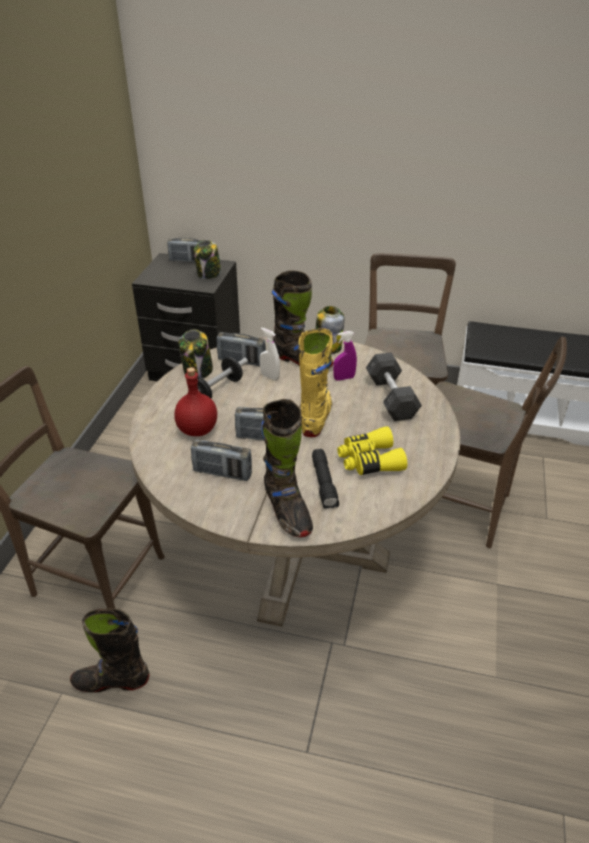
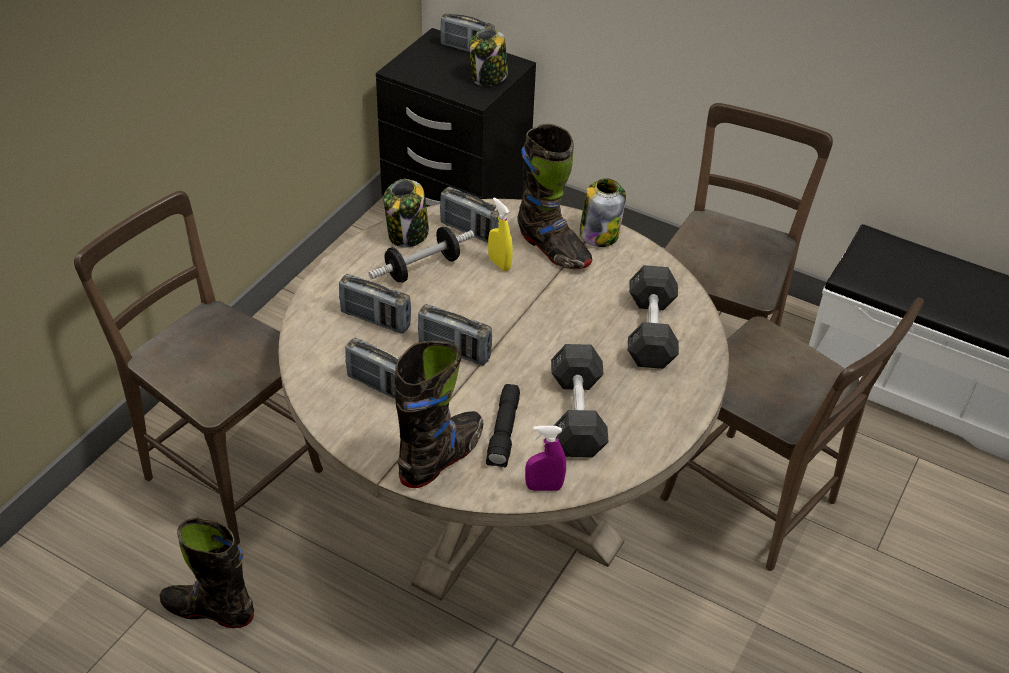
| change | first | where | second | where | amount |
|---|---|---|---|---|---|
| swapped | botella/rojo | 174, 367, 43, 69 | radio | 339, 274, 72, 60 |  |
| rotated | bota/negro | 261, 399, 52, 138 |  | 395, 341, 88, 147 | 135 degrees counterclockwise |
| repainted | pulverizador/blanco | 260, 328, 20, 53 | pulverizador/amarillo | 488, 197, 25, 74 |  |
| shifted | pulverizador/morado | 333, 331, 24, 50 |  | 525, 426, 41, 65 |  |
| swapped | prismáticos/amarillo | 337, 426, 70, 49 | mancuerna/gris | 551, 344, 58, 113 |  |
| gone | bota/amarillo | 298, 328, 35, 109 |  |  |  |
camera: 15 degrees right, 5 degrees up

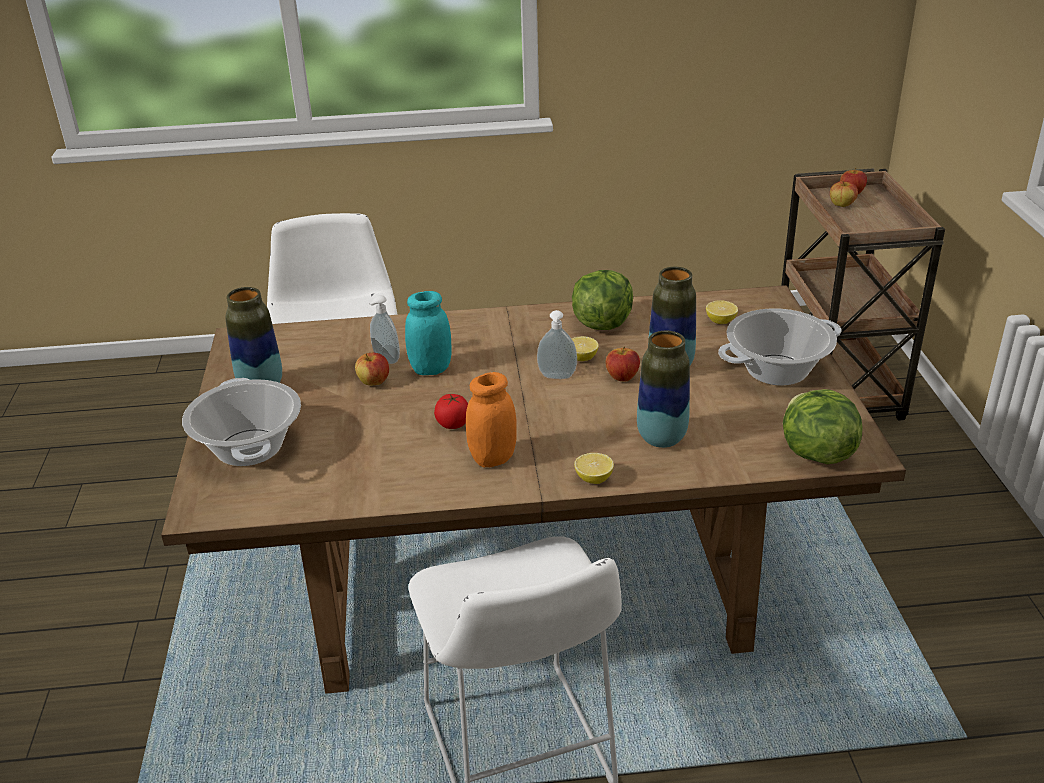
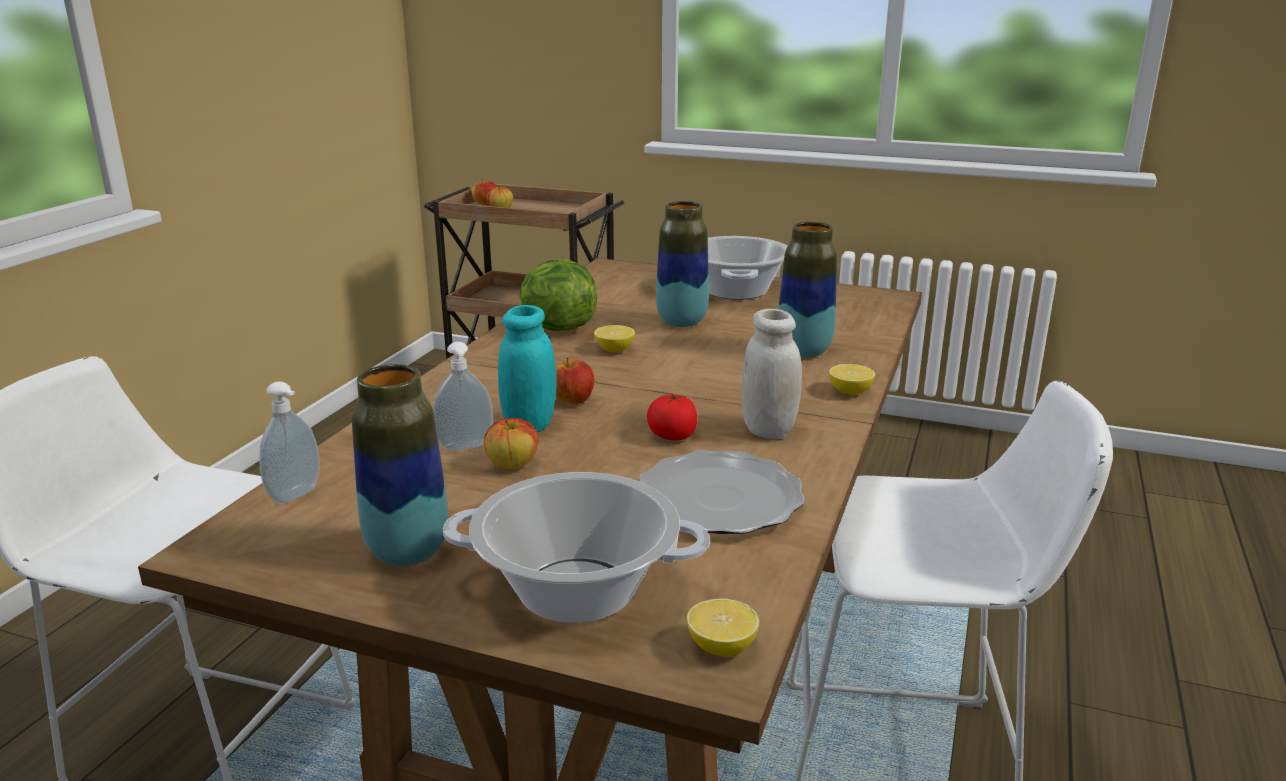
| change | first | where | second | where | amount |
|---|---|---|---|---|---|
| shifted | dispensador de jabón | 537, 310, 40, 69 |  | 259, 382, 61, 122 |  |
| shifted | manzana | 606, 346, 34, 36 |  | 556, 357, 38, 48 |  |
| new |  |  | plato | 639, 450, 166, 84 |  |
| shifted | limón | 706, 300, 32, 24 |  | 687, 598, 72, 59 |  |
| repainted | tarro/naranja | 466, 372, 50, 95 | tarro/blanco | 742, 309, 60, 130 |  |
| gone | lechuga | 783, 389, 79, 75 |  |  |  |
camera: 65 degrees left, 10 degrees down

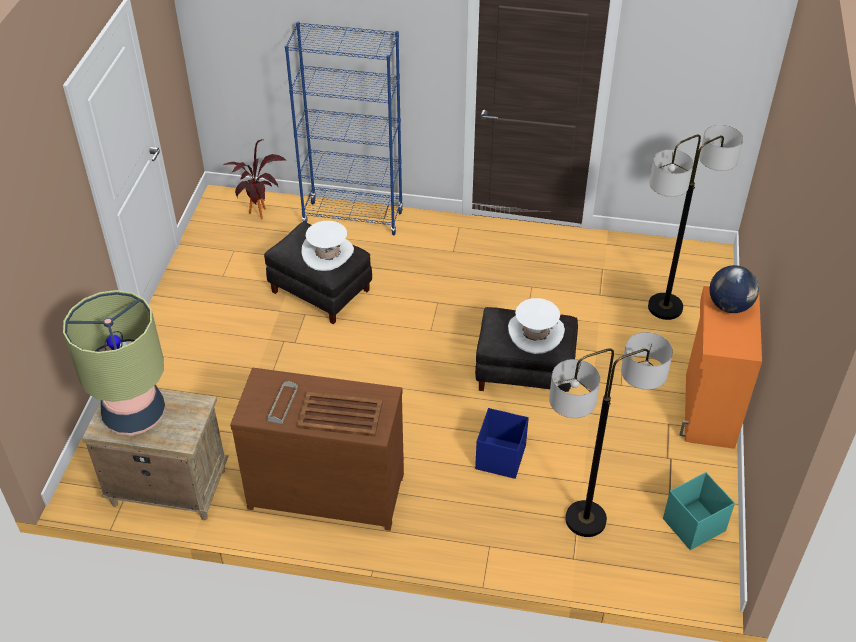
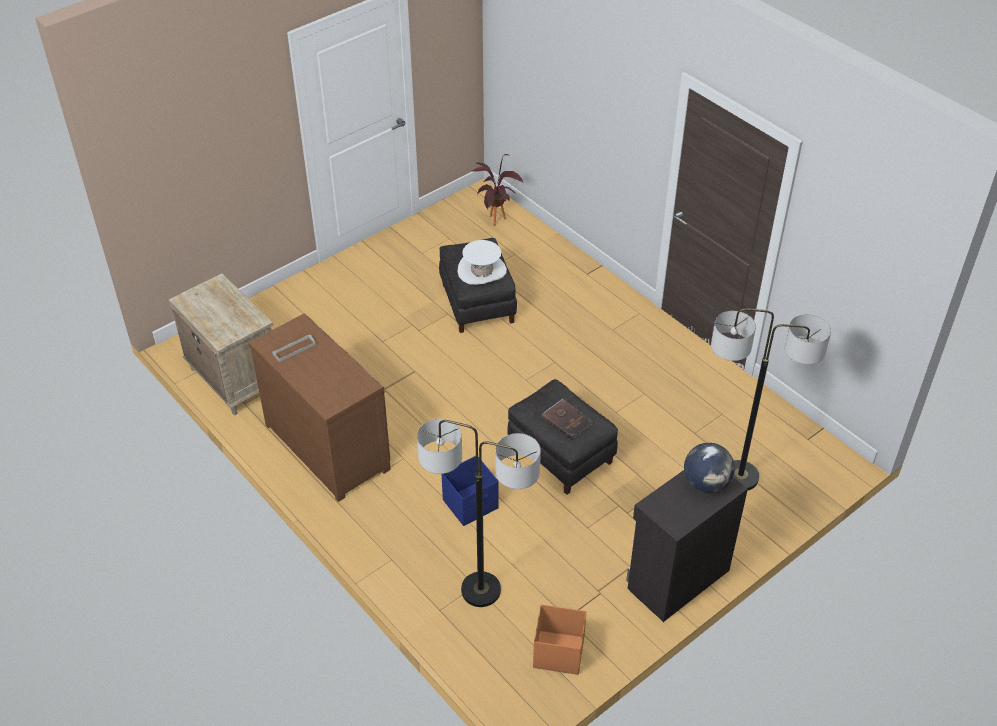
| change | first | where | second | where | amount |
|---|---|---|---|---|---|
| repainted | caja de almacenaje/turquesa | 663, 472, 72, 78 | caja de almacenaje/naranja | 533, 604, 54, 71 |  |
| swapped | sombrero/blanco | 508, 298, 57, 56 | libro/marrón | 542, 399, 51, 41 |  |
| repainted | armario/naranja | 679, 286, 83, 163 | armario/negro | 626, 470, 122, 152 |  |
| gone | lámpara de mesa | 63, 290, 102, 145 |  |  |  |
| gone | estantería/azul | 285, 21, 118, 214 |  |  |  |
| gone | bandeja/marrón | 297, 392, 86, 45 |  |  |  |
camera: 40 degrees right, 0 degrees up

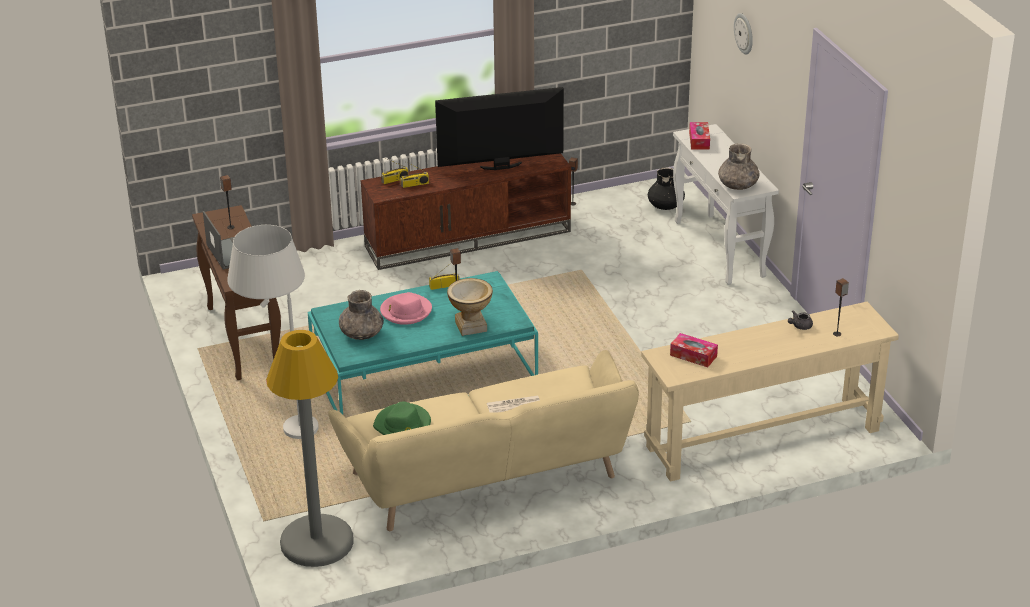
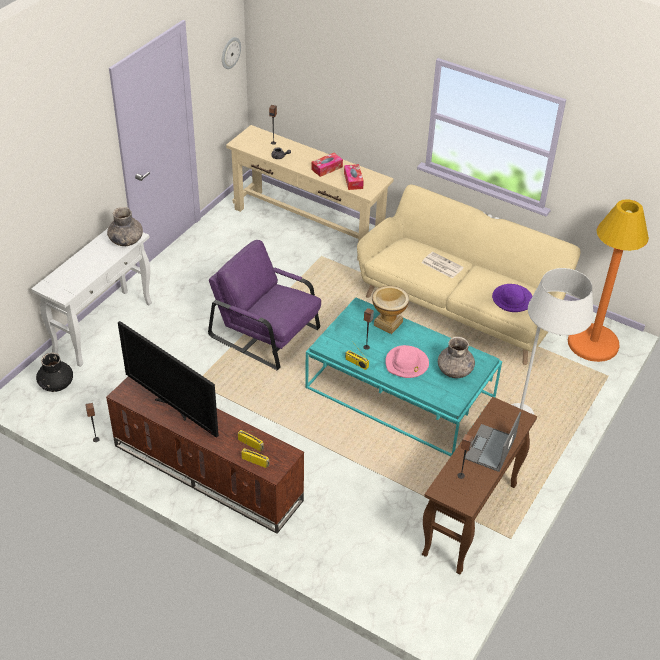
| change | first | where | second | where | amount |
|---|---|---|---|---|---|
| new |  |  | sillón/morado | 208, 240, 113, 130 |  |
| shifted | reloj de pared | 734, 13, 19, 41 |  | 222, 37, 19, 32 |  |
| shifted | caja de pañuelos | 689, 122, 21, 28 |  | 311, 153, 32, 24 |  |
| repainted | sombrero/verde | 373, 402, 58, 33 | sombrero/morado | 492, 284, 40, 28 |  |
| repainted | lámpara de pie/gris | 266, 330, 88, 237 | lámpara de pie/naranja | 568, 199, 81, 163 |  |
camera: 130 degrees left, 10 degrees up

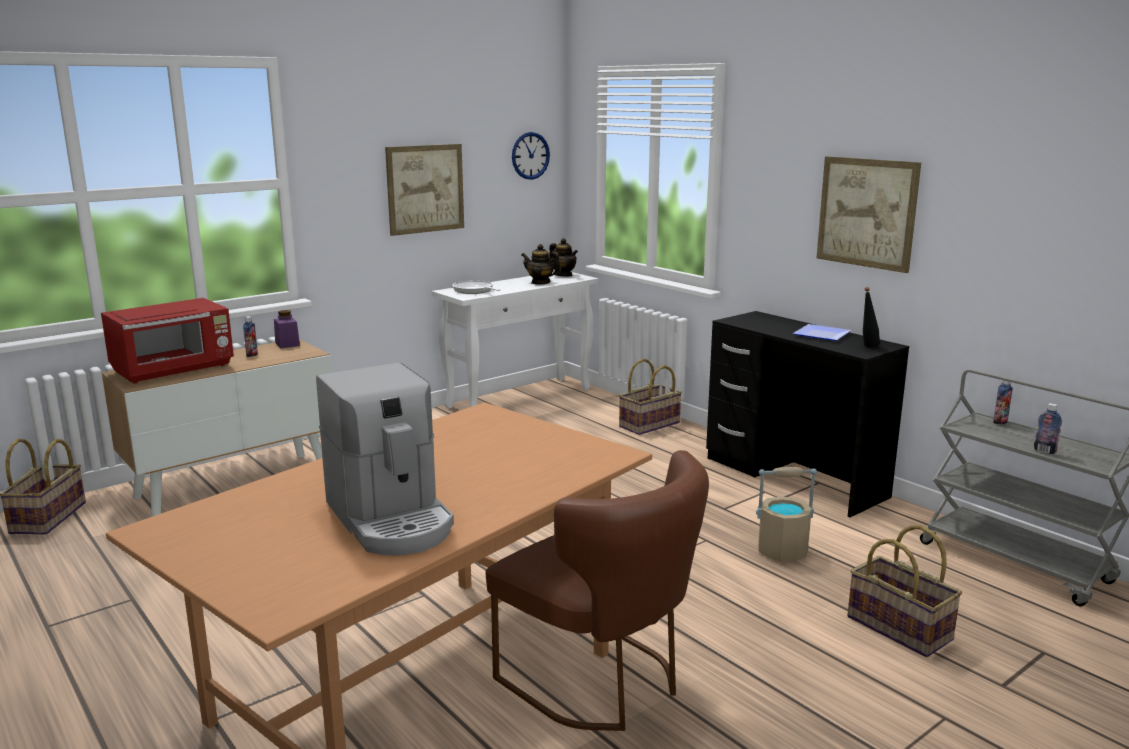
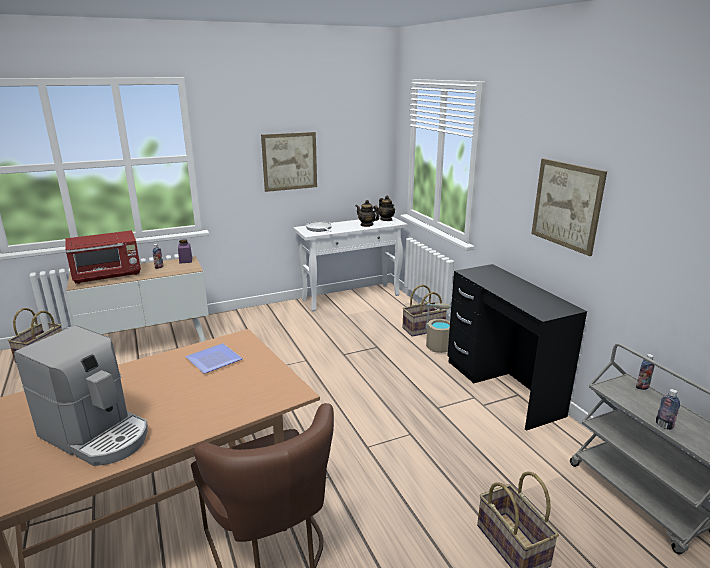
| change | first | where | second | where | amount |
|---|---|---|---|---|---|
| rotated | cafetera | 316, 363, 138, 193 |  | 14, 325, 134, 141 | 45 degrees counterclockwise |
| shifted | plato | 793, 324, 59, 17 |  | 185, 343, 58, 31 |  |
| shifted | cubo/beis | 756, 467, 61, 95 |  | 426, 303, 25, 50 |  |
| gone | reloj de pared | 512, 132, 38, 48 |  |  |  |
| gone | botella/negro | 863, 287, 17, 60 |  |  |  |
camera: 15 degrees right, 5 degrees up

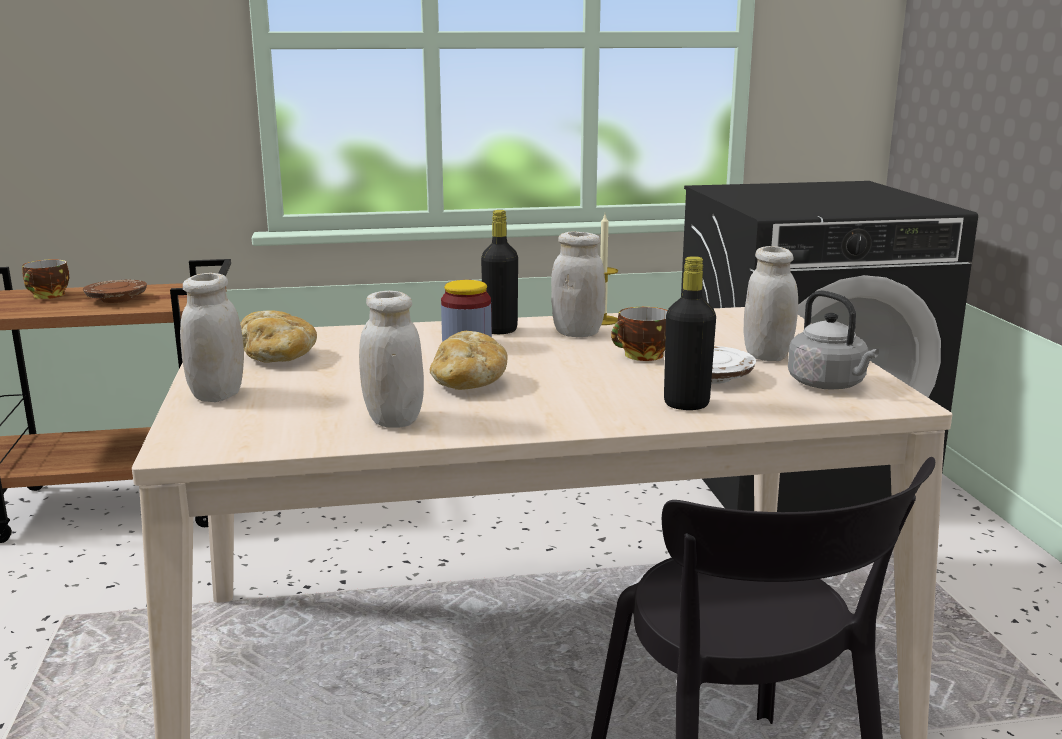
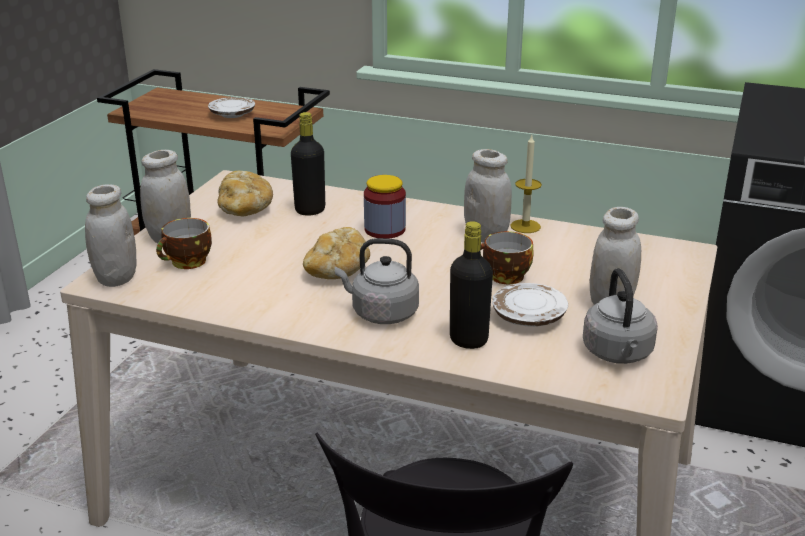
| change | first | where | second | where | amount |
|---|---|---|---|---|---|
| shifted | tarro/blanco | 359, 291, 65, 137 |  | 85, 184, 51, 103 |  |
| shifted | taza | 22, 259, 47, 40 |  | 156, 218, 56, 51 |  |
| repainted | plato/marrón | 83, 280, 64, 23 | plato/blanco | 208, 97, 47, 21 |  |
| shifted | botella/negro | 481, 210, 37, 124 |  | 291, 112, 34, 104 |  |
| new |  |  | hervidor/gris | 335, 238, 84, 86 |  |
camera: 30 degrees right, 10 degrees up

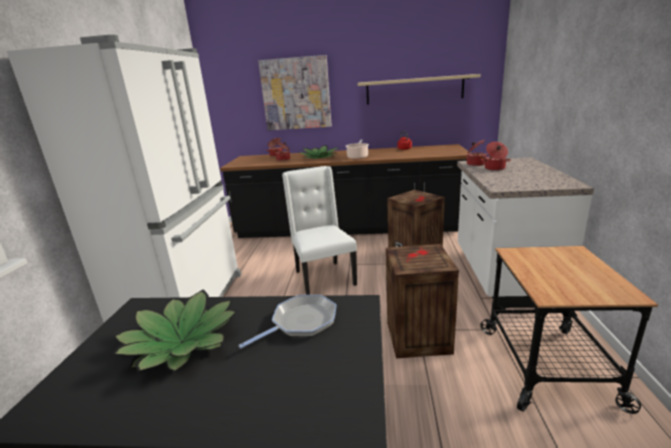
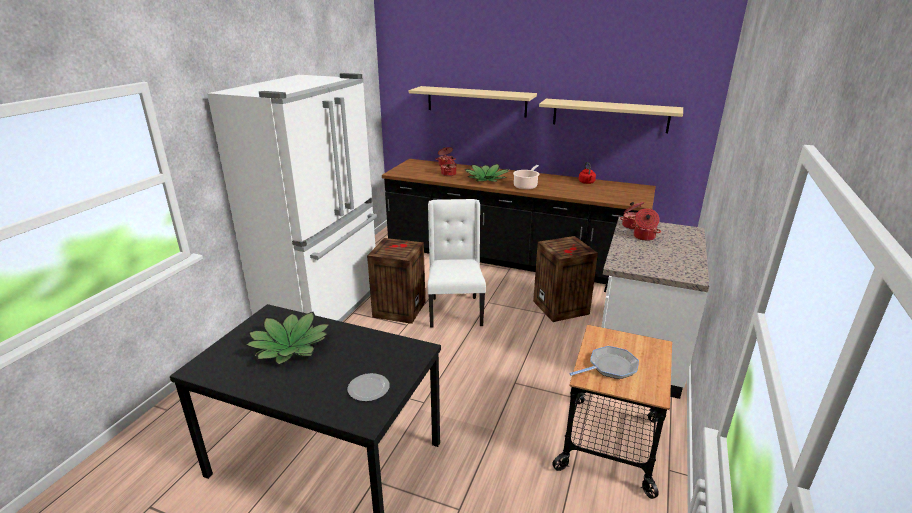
| change | first | where | second | where | amount |
|---|---|---|---|---|---|
| new |  |  | plato | 347, 373, 43, 28 |  |
| shifted | caja de embalaje | 386, 244, 73, 114 |  | 367, 238, 58, 86 |  |
| swapped | cuadro | 258, 55, 74, 76 | estante/beis | 409, 86, 128, 32 |  |
| shifted | sartén | 239, 295, 98, 53 |  | 569, 346, 70, 33 |  |
camera: 15 degrees right, 5 degrees up

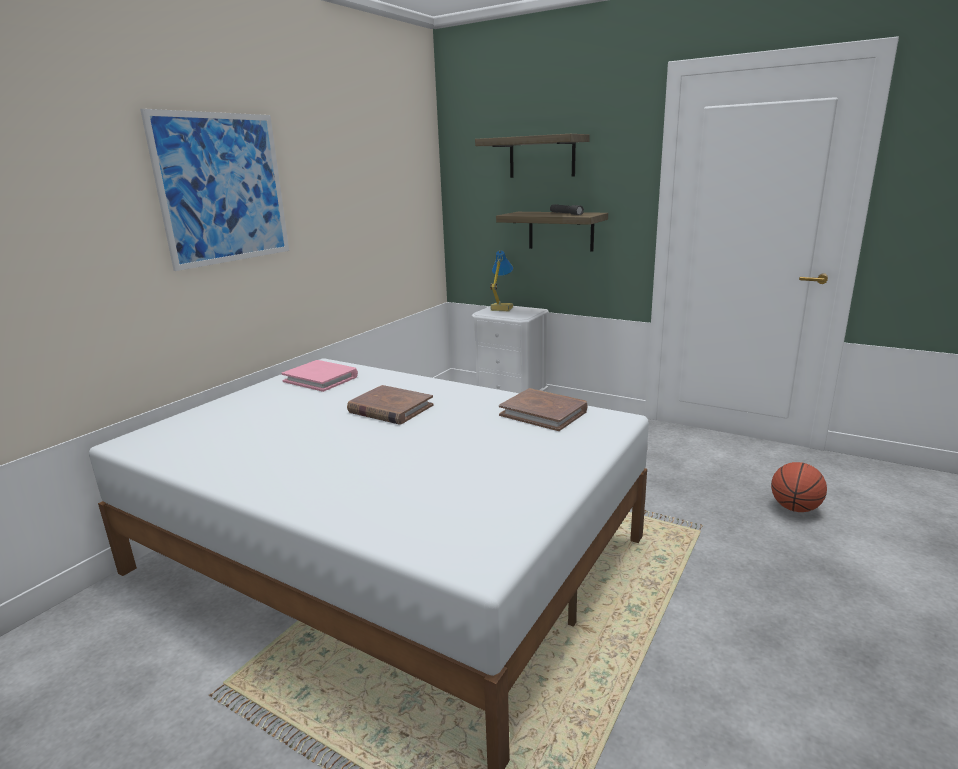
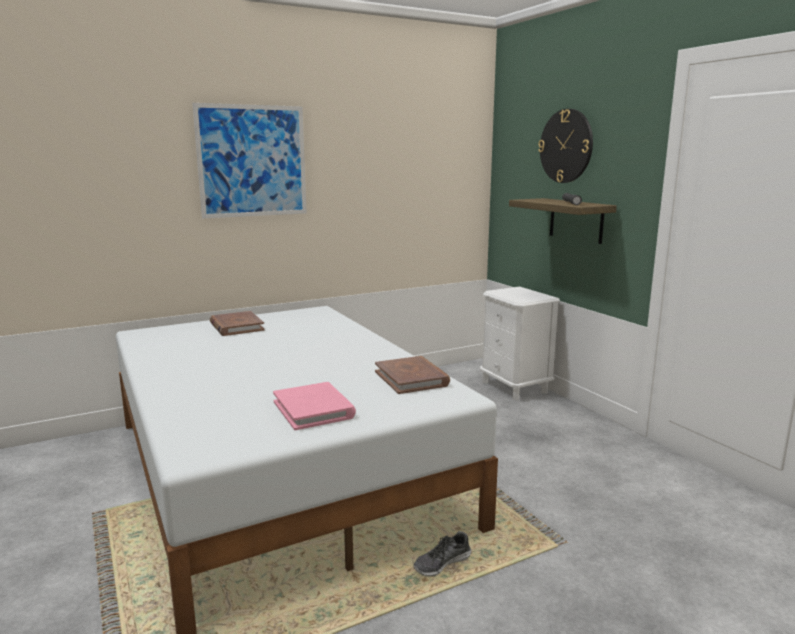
| change | first | where | second | where | amount |
|---|---|---|---|---|---|
| shifted | libro/marrón | 347, 385, 87, 40 |  | 210, 311, 55, 25 |  |
| shifted | libro/rosa | 281, 360, 77, 32 |  | 273, 382, 83, 48 |  |
| new |  |  | zapato | 413, 531, 58, 45 |  |
| swapped | estante | 475, 134, 115, 44 | reloj de pared | 538, 109, 55, 74 |  |
| gone | lámpara de mesa | 490, 250, 23, 61 |  |  |  |
| gone | balón de baloncesto | 771, 462, 56, 50 |  |  |  |
camera: 30 degrees right, 5 degrees down

